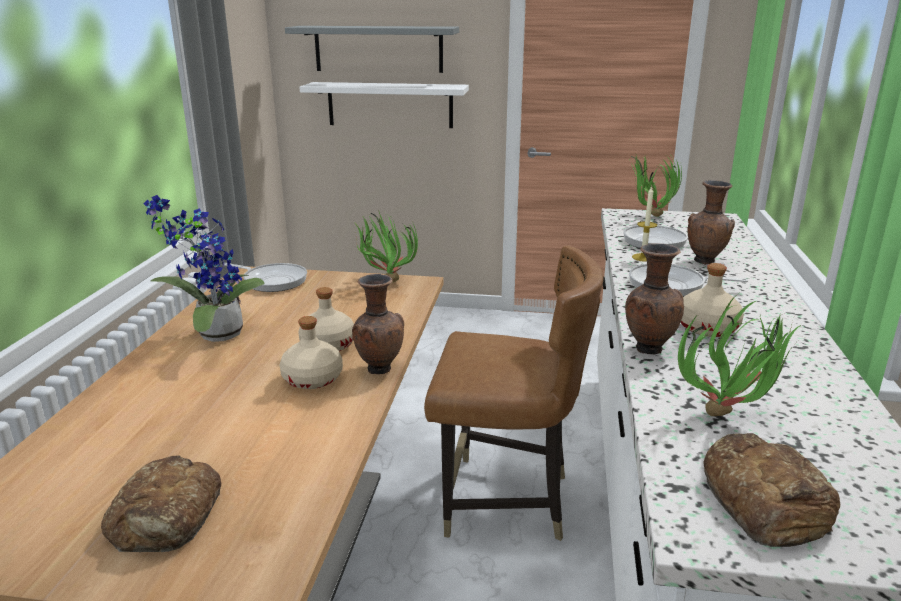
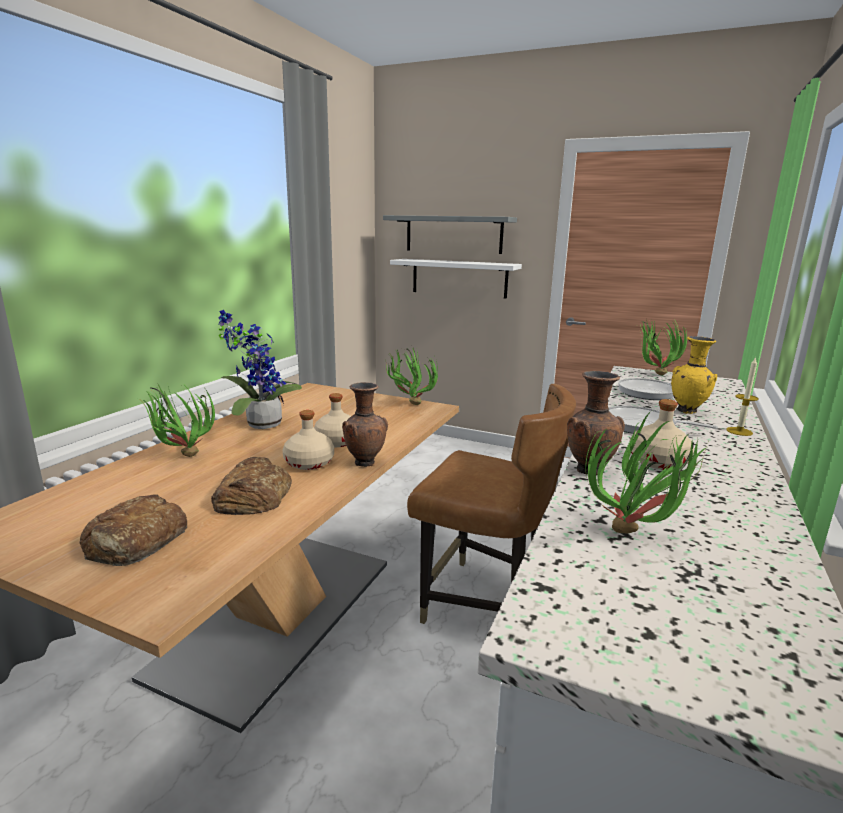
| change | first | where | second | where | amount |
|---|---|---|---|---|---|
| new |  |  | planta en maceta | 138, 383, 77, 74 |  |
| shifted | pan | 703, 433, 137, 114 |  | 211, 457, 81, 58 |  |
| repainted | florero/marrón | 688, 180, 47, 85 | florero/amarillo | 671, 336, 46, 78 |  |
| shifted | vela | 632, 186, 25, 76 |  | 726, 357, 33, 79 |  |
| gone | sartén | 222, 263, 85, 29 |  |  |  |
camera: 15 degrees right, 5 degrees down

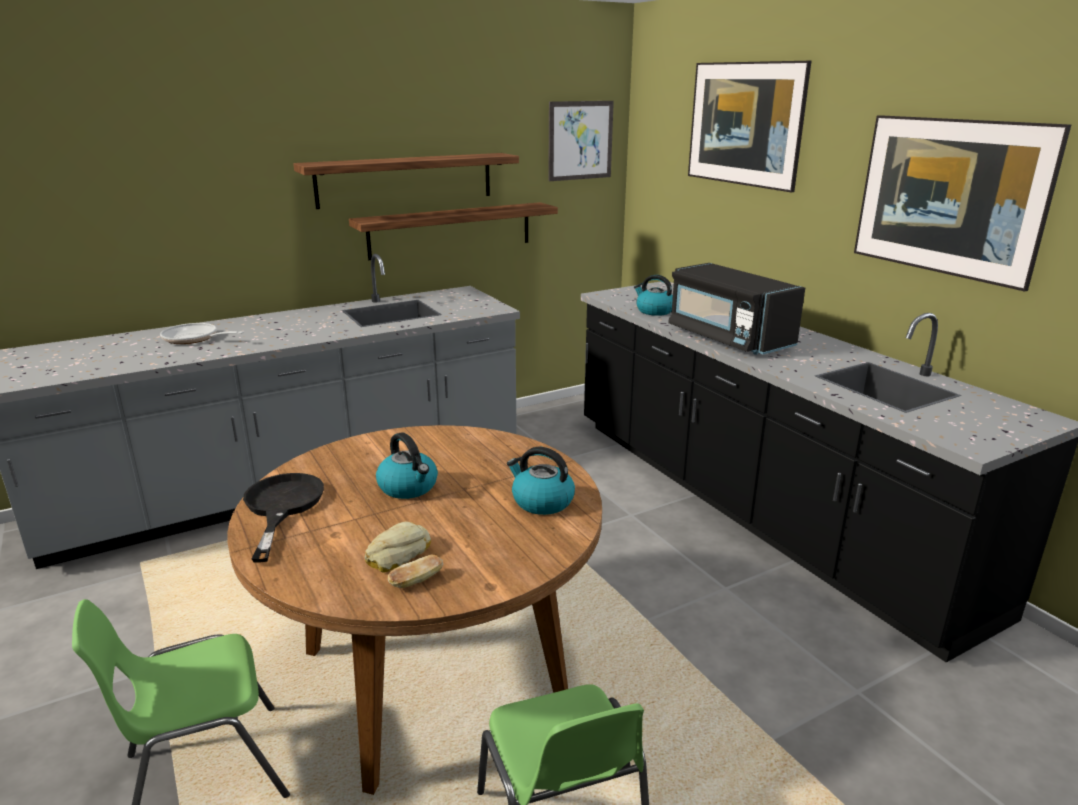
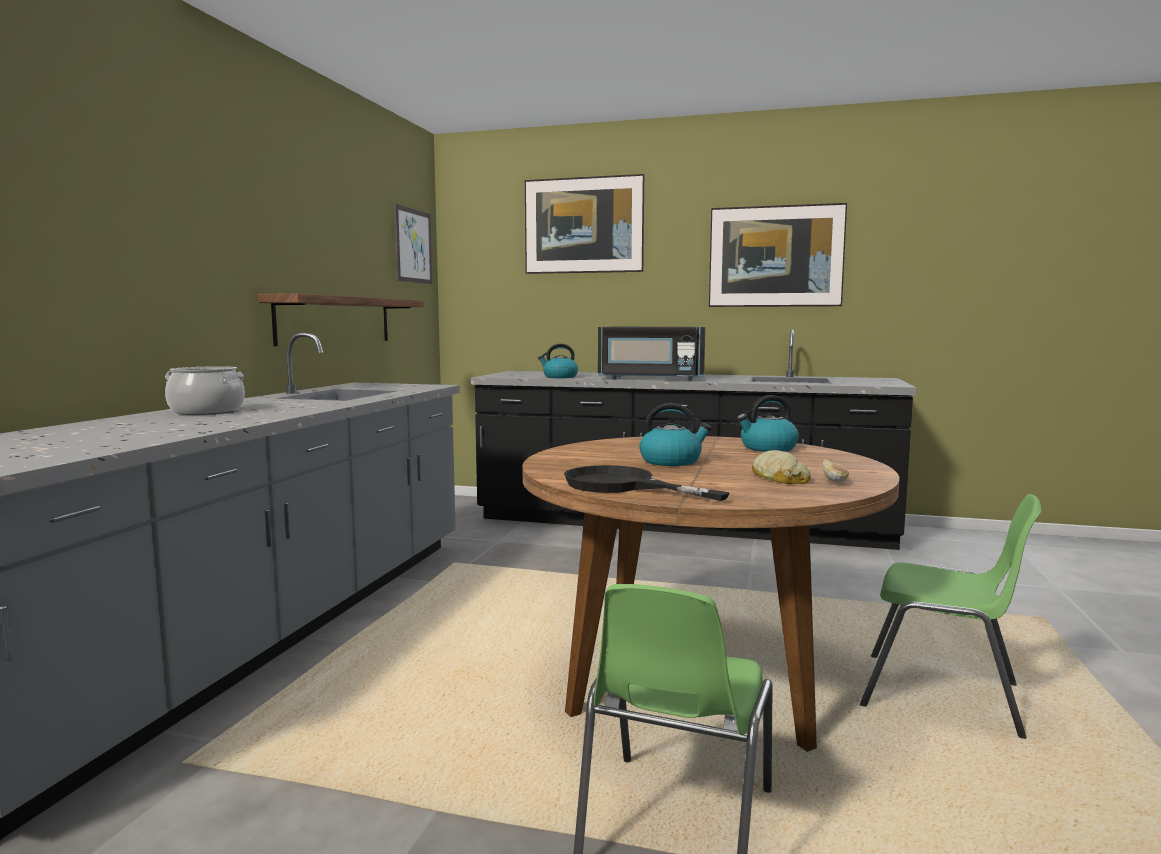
| change | first | where | second | where | amount |
|---|---|---|---|---|---|
| new |  |  | olla | 165, 366, 80, 49 |  |
| gone | sartén | 160, 323, 84, 21 |  |  |  |
| gone | estante | 293, 153, 226, 56 |  |  |  |
camera: 45 degrees left, 15 degrees down

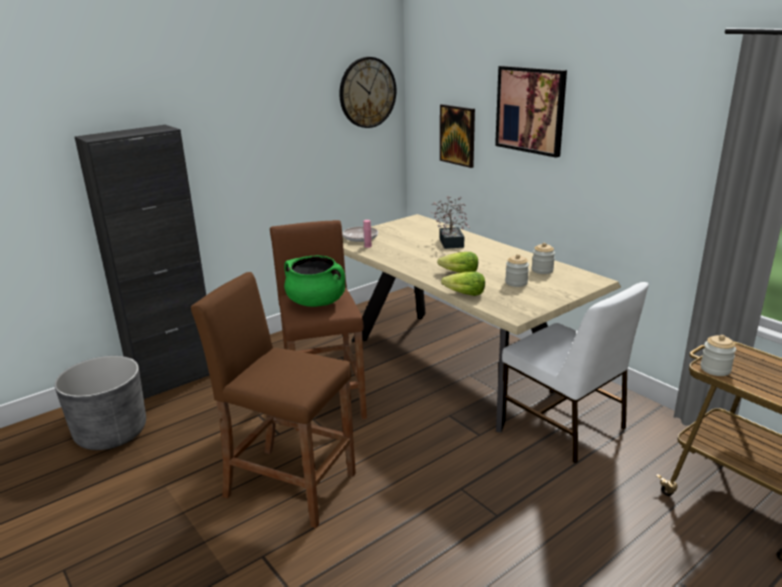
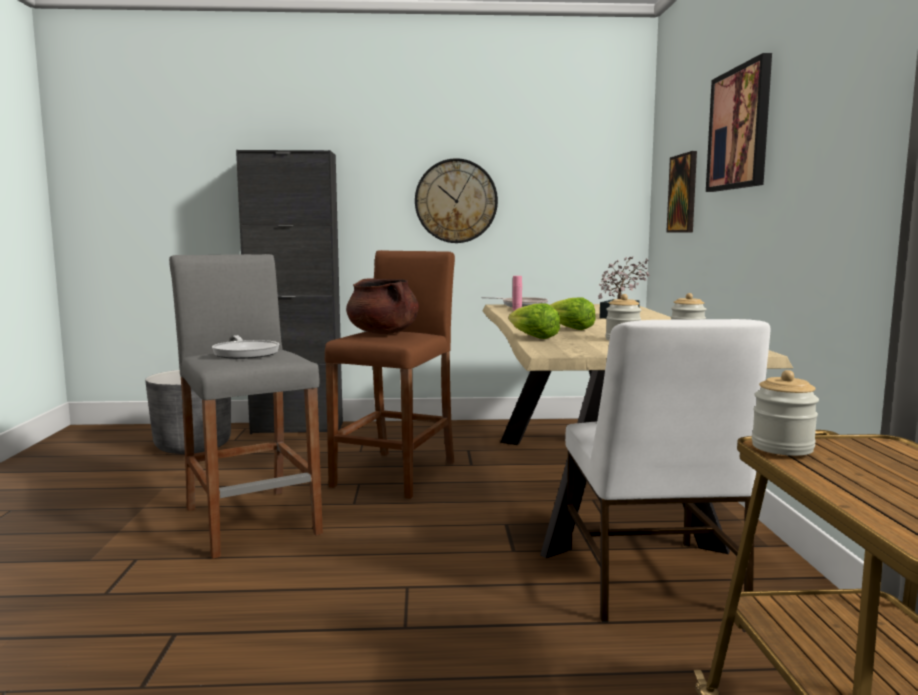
| change | first | where | second | where | amount |
|---|---|---|---|---|---|
| repainted | taburete/marrón | 191, 272, 165, 256 | taburete/gris | 169, 254, 154, 305 |  |
| new |  |  | sartén | 212, 335, 67, 24 |  |
| repainted | olla/verde | 284, 255, 61, 52 | olla/marrón | 346, 278, 73, 56 |  |
| shifted | reloj de pared | 339, 57, 57, 71 |  | 415, 158, 83, 85 |  |
camera: 35 degrees right, 15 degrees down

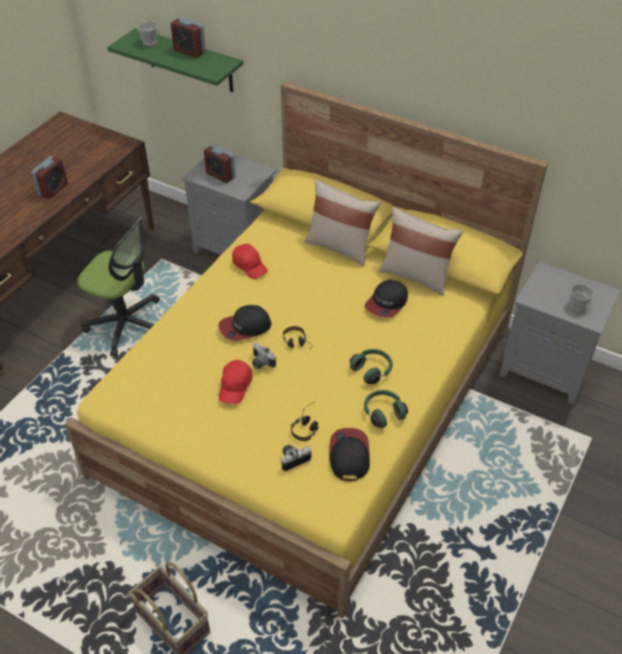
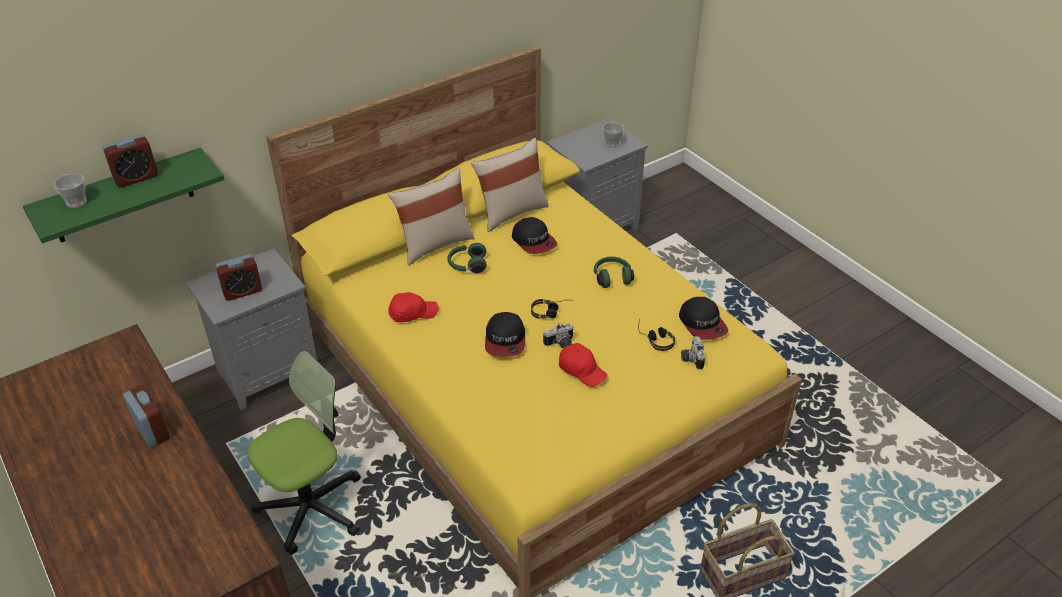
| change | first | where | second | where | amount |
|---|---|---|---|---|---|
| shifted | auriculares/verde | 364, 390, 44, 38 |  | 447, 243, 39, 30 |  |
| rotated | gorra | 329, 428, 41, 53 |  | 679, 297, 49, 43 | 135 degrees counterclockwise |
camera: 65 degrees left, 5 degrees down

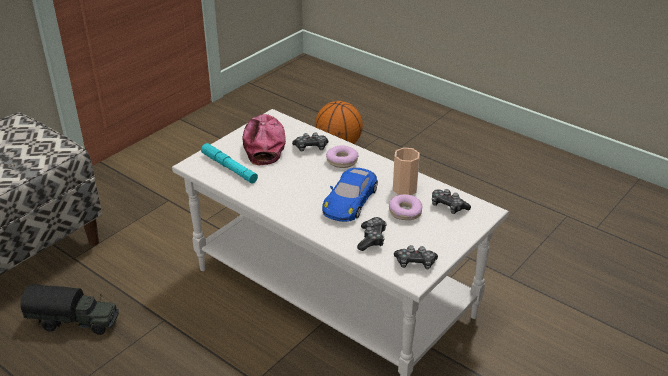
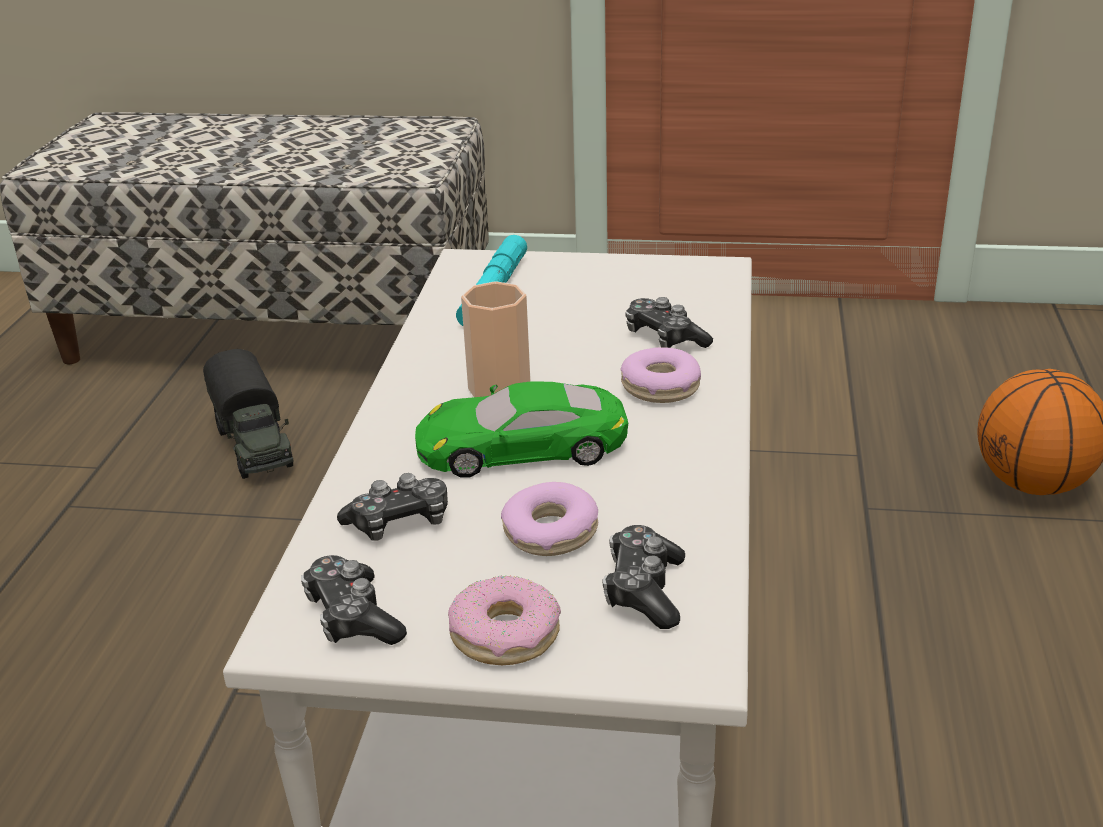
| change | first | where | second | where | amount |
|---|---|---|---|---|---|
| repainted | coche de juguete/azul | 322, 168, 56, 54 | coche de juguete/verde | 415, 382, 213, 96 |  |
| new |  |  | rosquilla | 448, 575, 113, 90 |  |
| shifted | taza | 393, 147, 27, 48 |  | 461, 281, 70, 116 |  |
| gone | gorra | 242, 114, 44, 52 |  |  |  |
camera: 60 degrees right, 5 degrees down

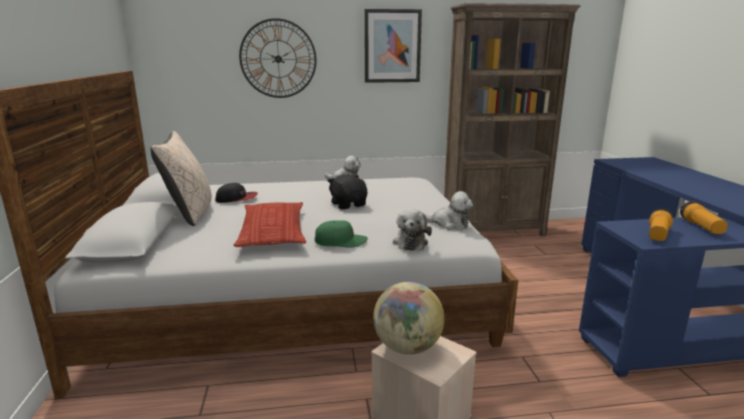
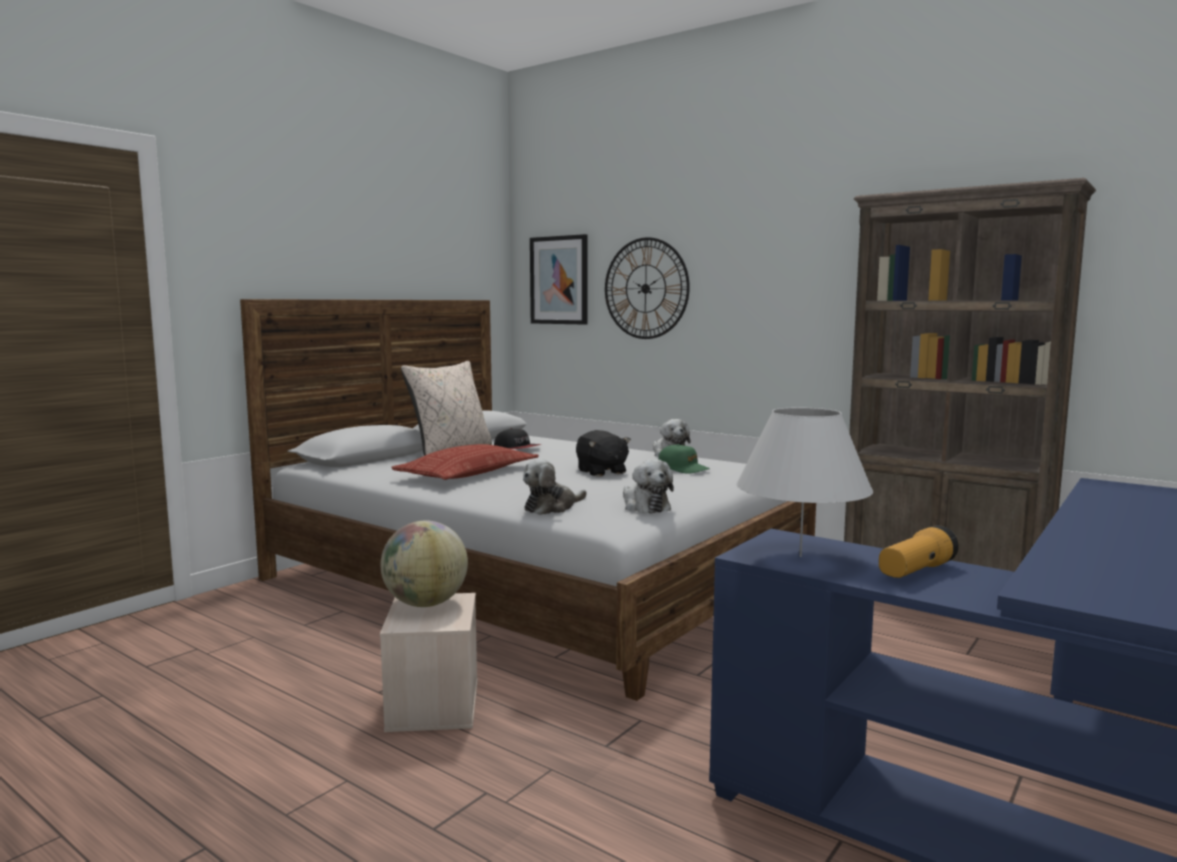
| change | first | where | second | where | amount |
|---|---|---|---|---|---|
| shifted | cuadro | 364, 9, 58, 74 |  | 530, 234, 58, 91 |  |
| rotated | peluche/negro | 327, 174, 41, 35 |  | 576, 430, 55, 47 | 135 degrees clockwise |
| shifted | gorra/verde | 315, 220, 53, 28 |  | 658, 444, 52, 30 |  |
| swapped | linterna | 649, 209, 24, 32 | lámpara de mesa/blanco | 736, 407, 137, 150 |  |
camera: 45 degrees right, 10 degrees down

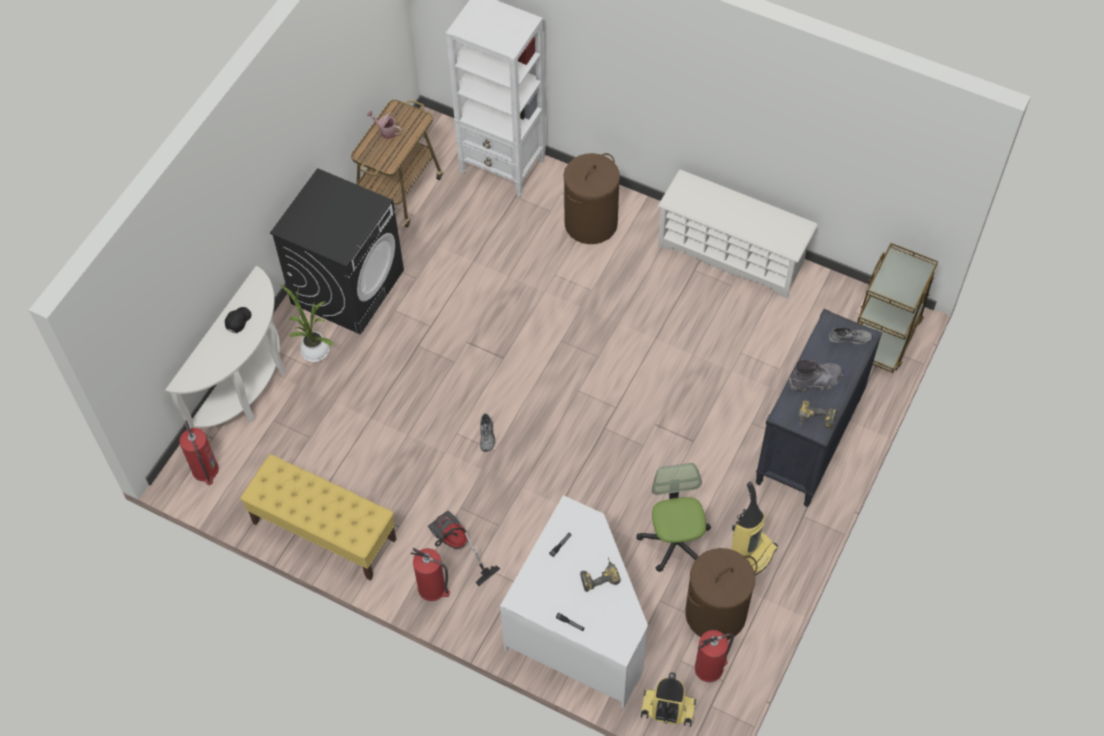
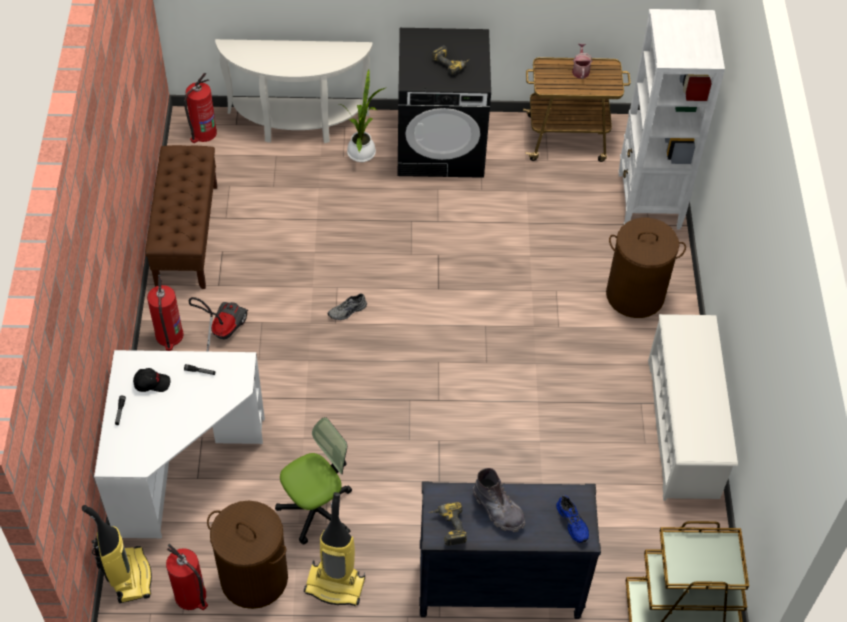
| change | first | where | second | where | amount |
|---|---|---|---|---|---|
| shifted | gorra/negro | 225, 307, 26, 26 |  | 133, 368, 37, 24 |  |
| repainted | banco/amarillo | 240, 454, 156, 127 | banco/marrón | 145, 145, 72, 144 |  |
| shifted | taladro | 580, 558, 40, 34 |  | 432, 45, 37, 29 |  |
| repainted | zapato/gris | 828, 327, 45, 18 | zapato/azul | 556, 495, 33, 48 |  |
camera: 60 degrees right, 5 degrees down

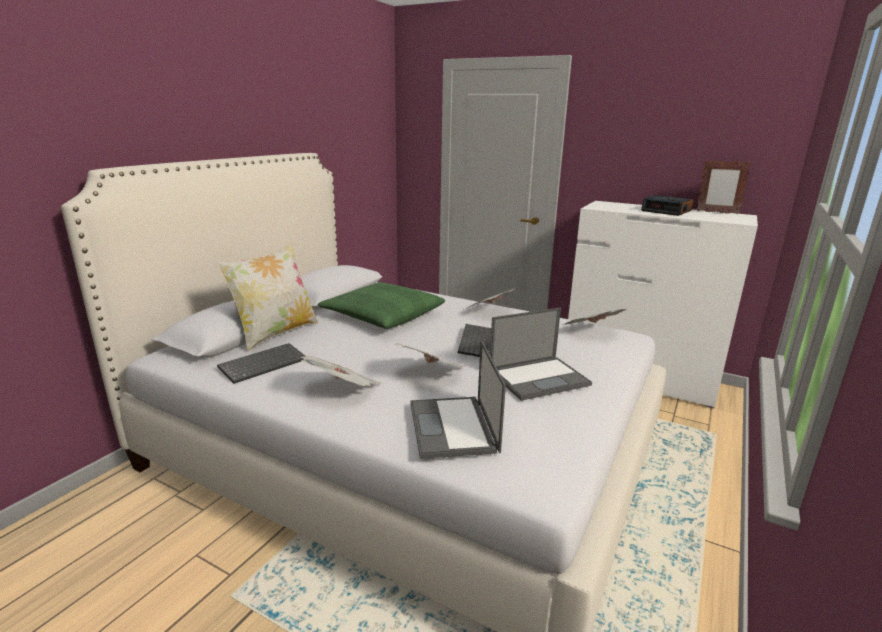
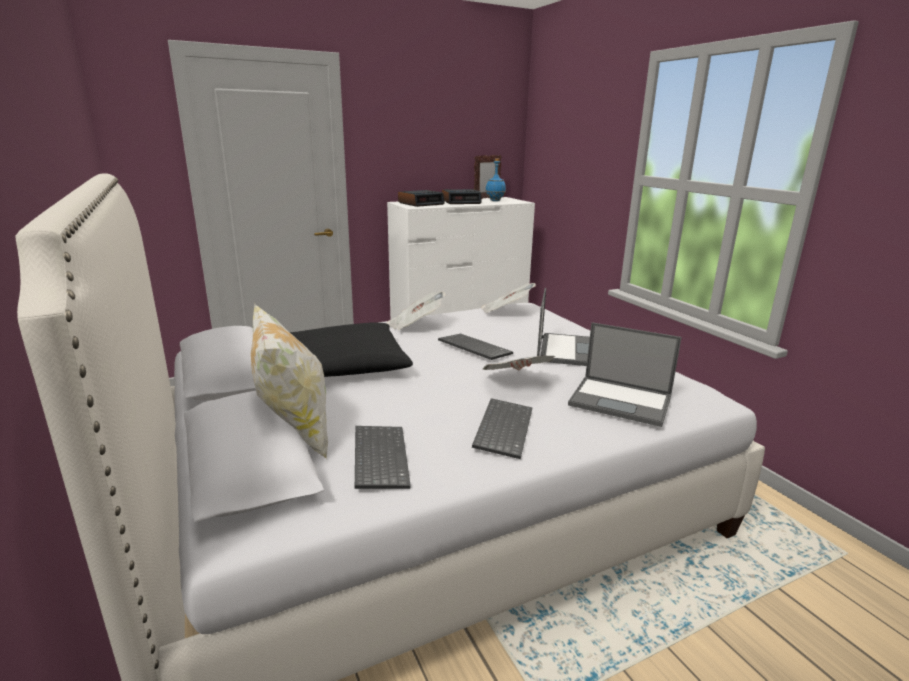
| change | first | where | second | where | amount |
|---|---|---|---|---|---|
| repainted | cojín/verde | 318, 282, 127, 47 | cojín/negro | 290, 322, 123, 55 |  |
| new |  |  | despertador | 398, 190, 46, 17 |  |
| swapped | periódico | 301, 356, 81, 31 | teclado | 472, 398, 61, 61 |  |
| new |  |  | botella/azul | 486, 158, 20, 43 |  |
camera: 55 degrees left, 0 degrees up

